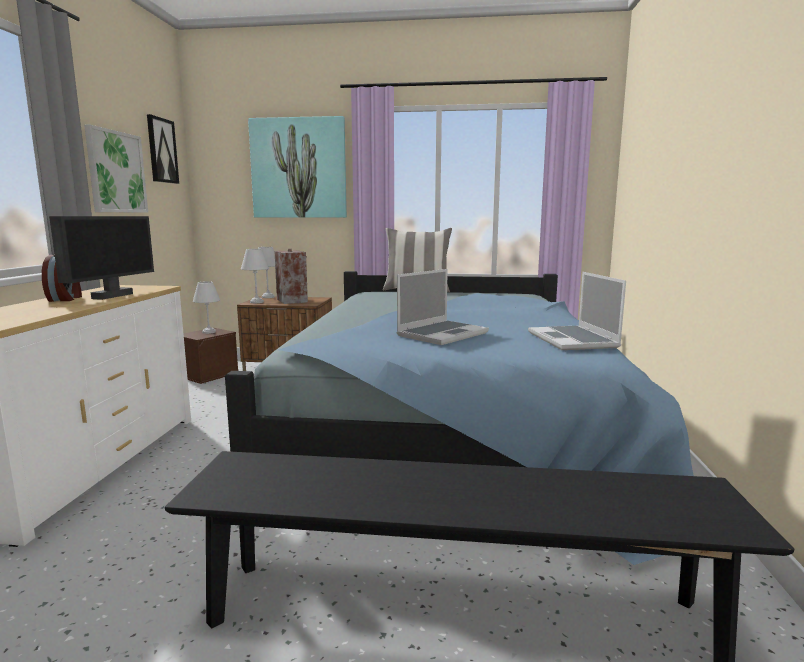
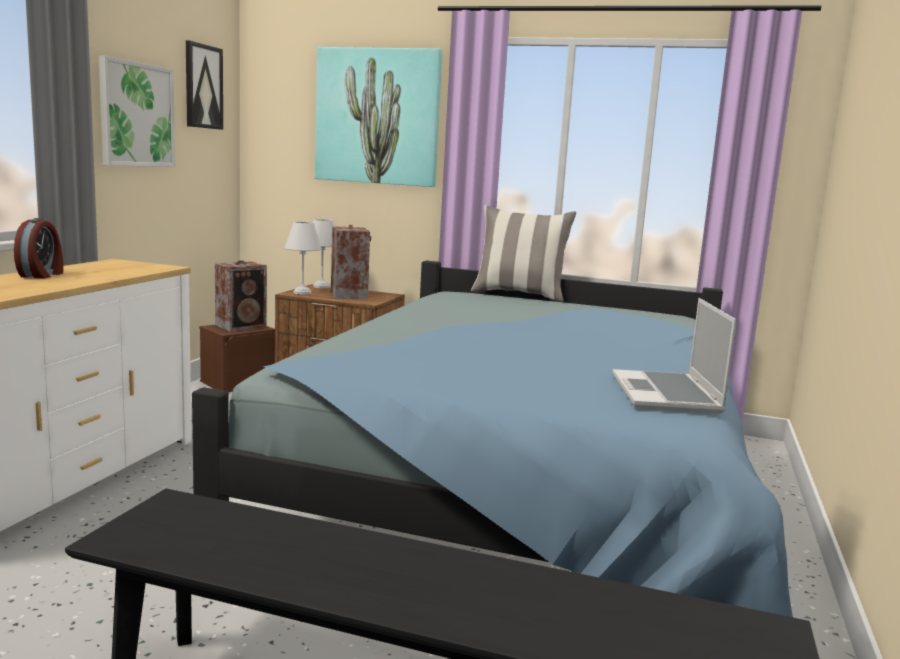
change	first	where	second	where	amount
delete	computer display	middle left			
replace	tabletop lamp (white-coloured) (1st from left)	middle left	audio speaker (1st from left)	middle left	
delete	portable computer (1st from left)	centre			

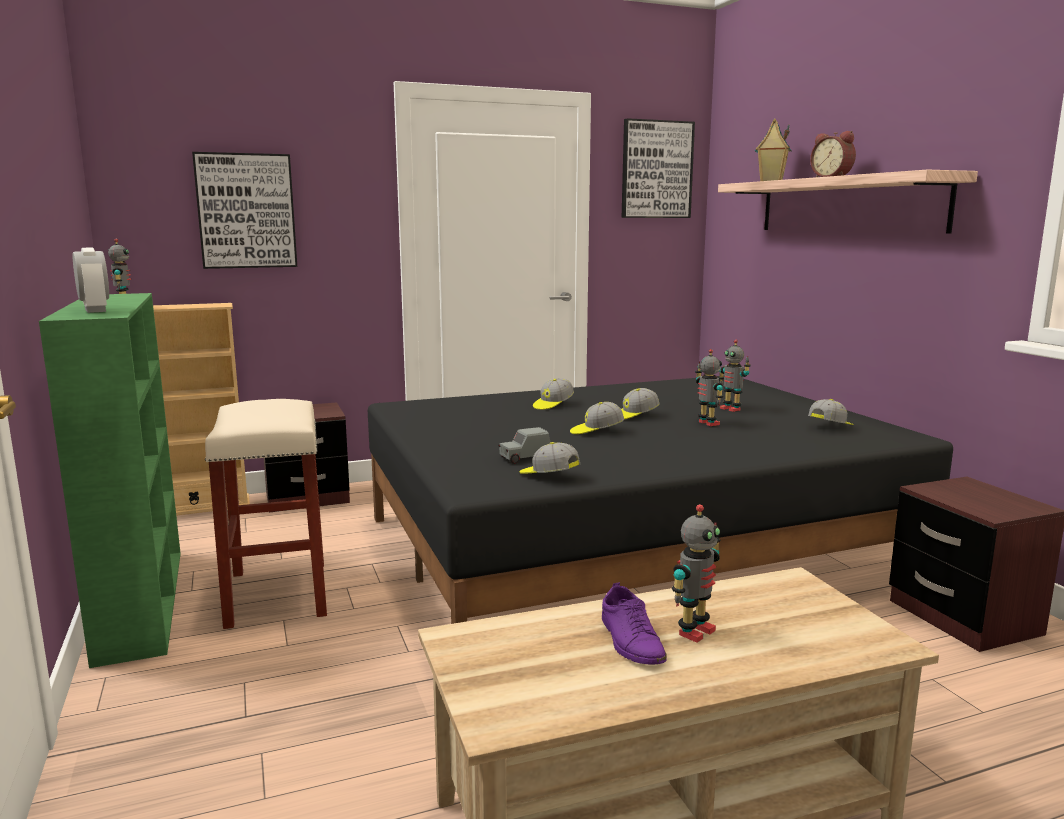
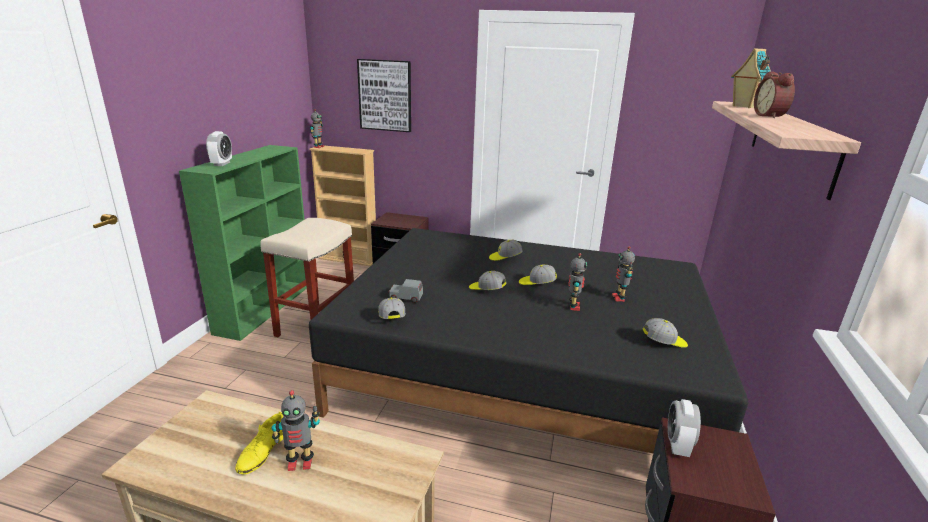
change	first	where	second	where	amount
recolor	low shoe (purple)	bottom centre	low shoe (yellow-coloured)	bottom left	
delete	wall art (2nd from left)	top centre			
insert			bedside clock (2nd from left)	bottom right	

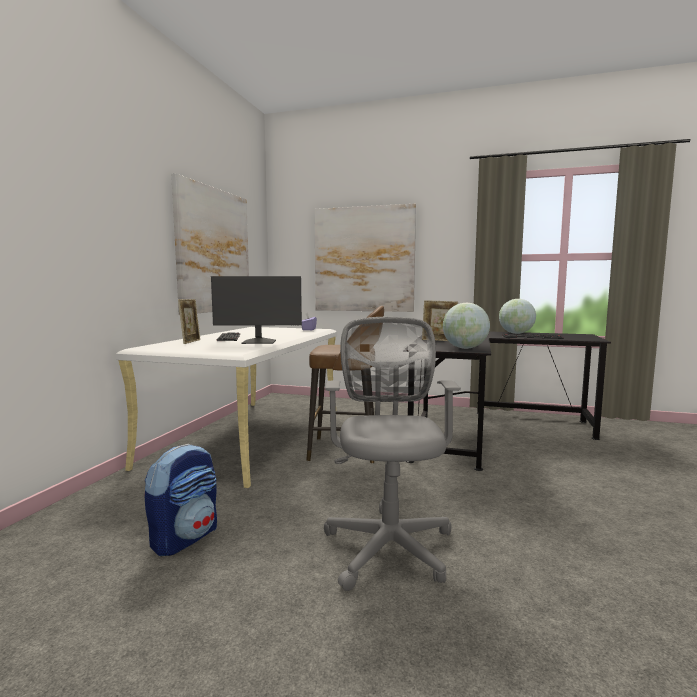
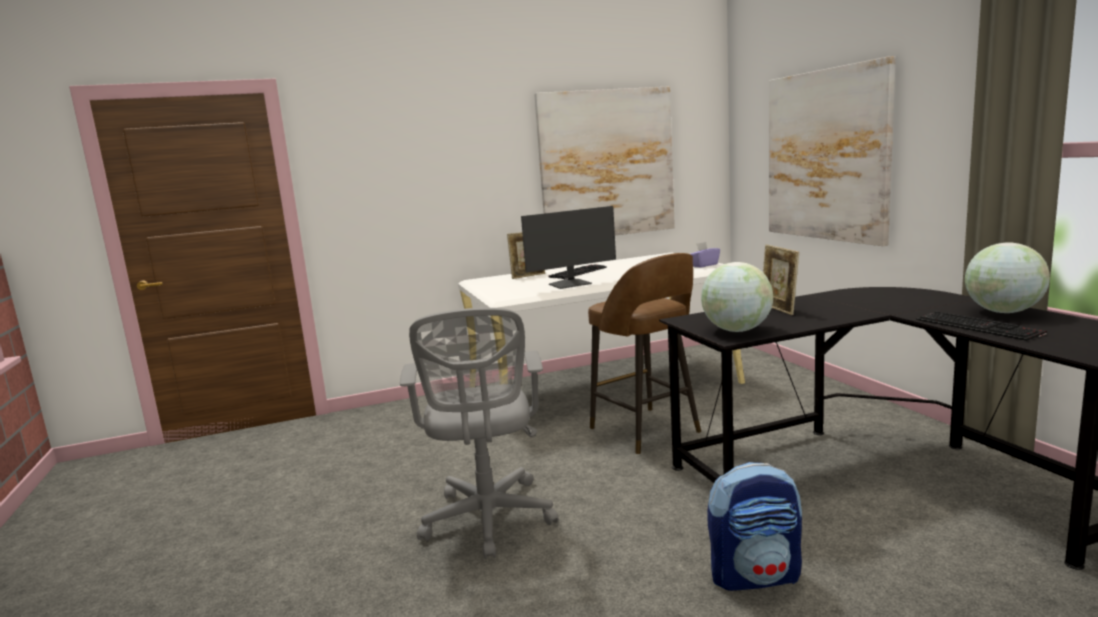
change	first	where	second	where	amount
move	backpack	bottom left		bottom right	
rotate	computer display	centre		centre	75 degrees counterclockwise
rotate	computer chair (grey)	centre		bottom centre	120 degrees clockwise

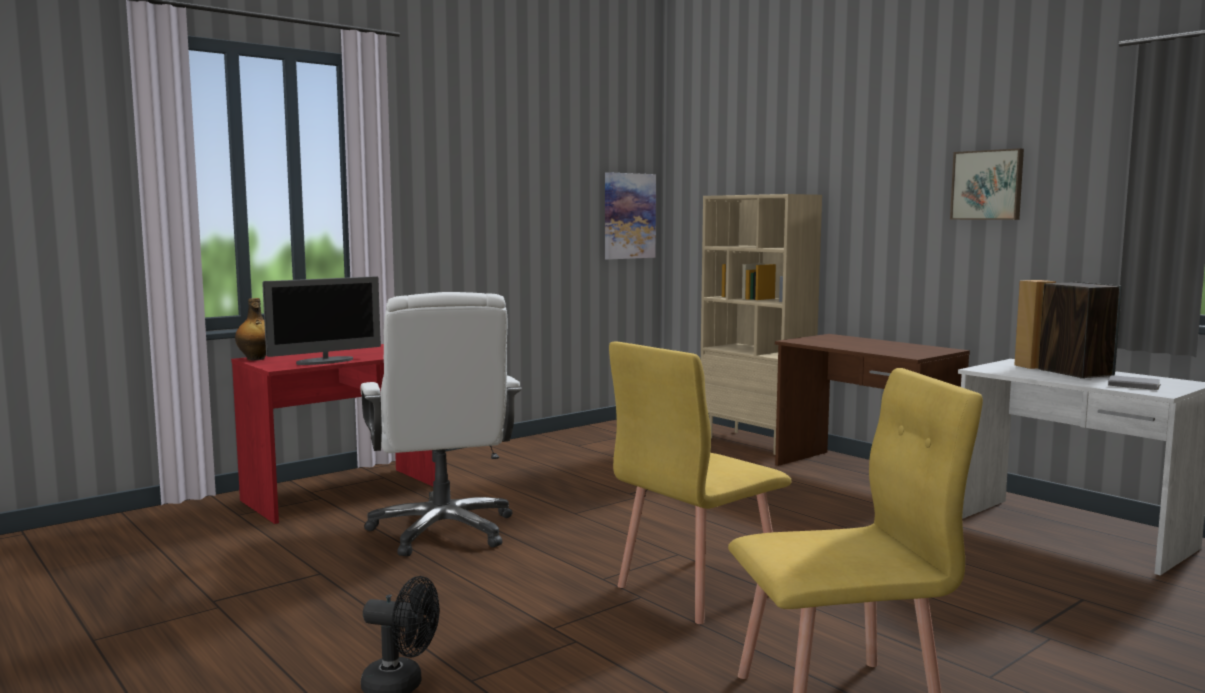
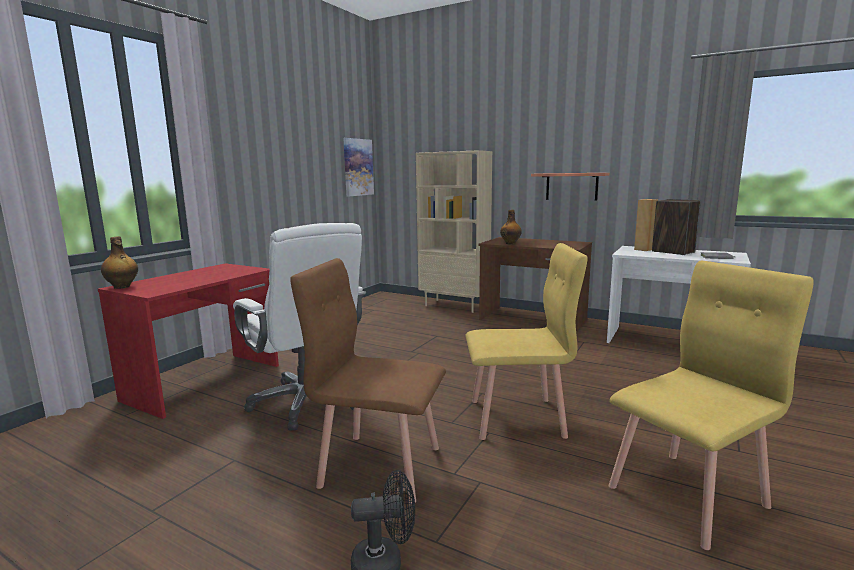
change	first	where	second	where	amount
delete	computer display	middle left			
rotate	chair (yellow-coloured) (1st from left)	bottom centre		centre	120 degrees counterclockwise
delete	wall art (2nd from left)	top right			
insert			chair (brownish)	bottom centre	
insert			beverage bottle (2nd from left)	centre	
insert			wall shelf	top right	

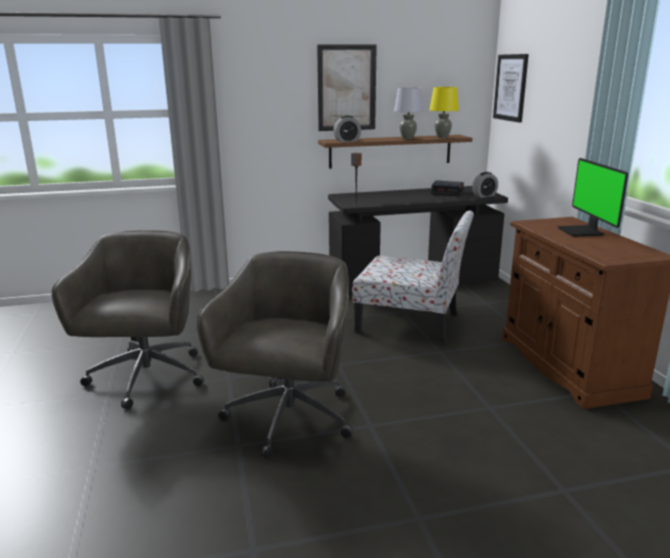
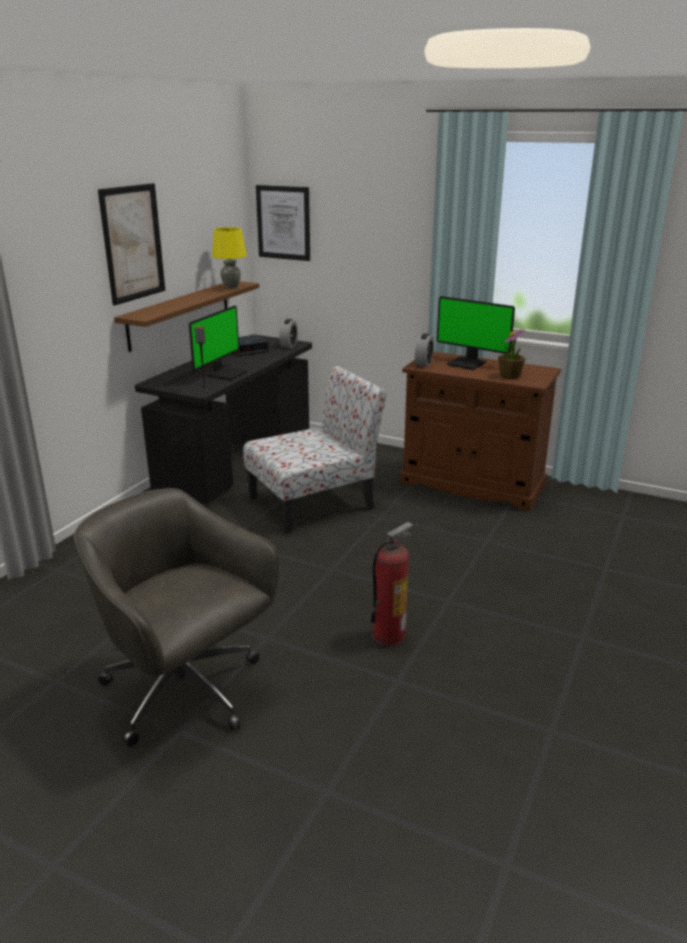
change	first	where	second	where	amount
replace	computer chair (grey) (2nd from left)	centre	fire-fighting cylinder	centre	
move	bedside clock (1st from left in the first image)	top centre	bedside clock (3rd from left)	centre	
delete	tabletop lamp (grey)	top centre			
insert			computer display (1st from left)	middle left	
insert			plant in a pot	middle right	

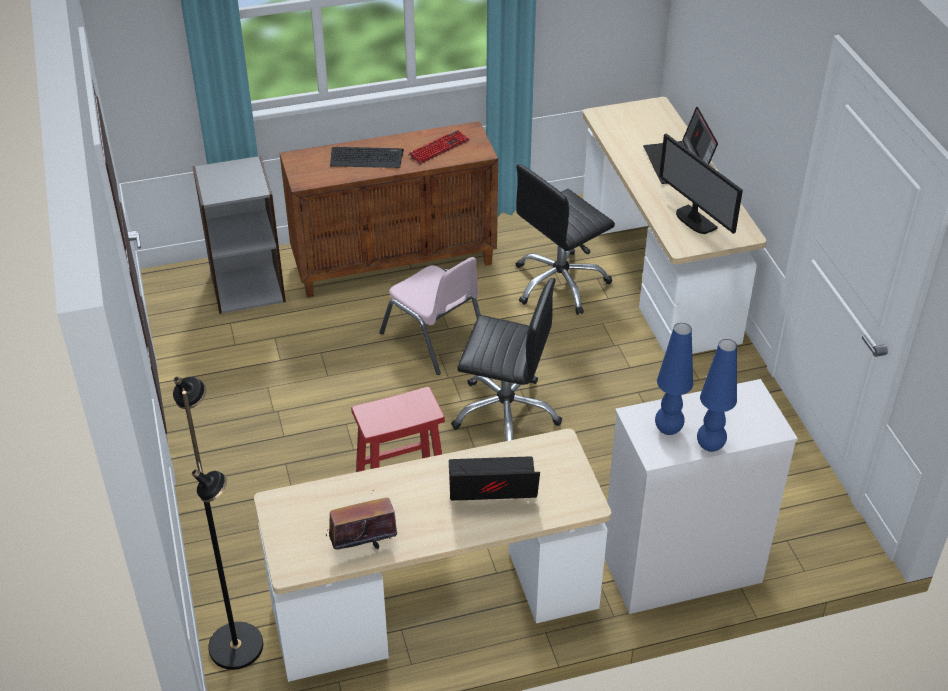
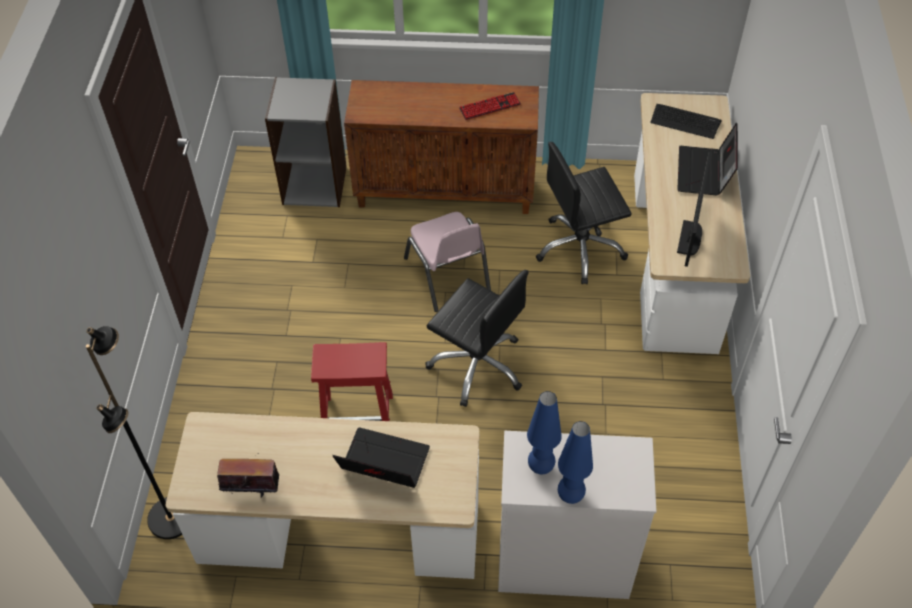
change	first	where	second	where	amount
move	PC keyboard (1st from left in the first image)	top centre	PC keyboard (2nd from left)	top right	
rotate	computer display	top right		middle right	150 degrees counterclockwise

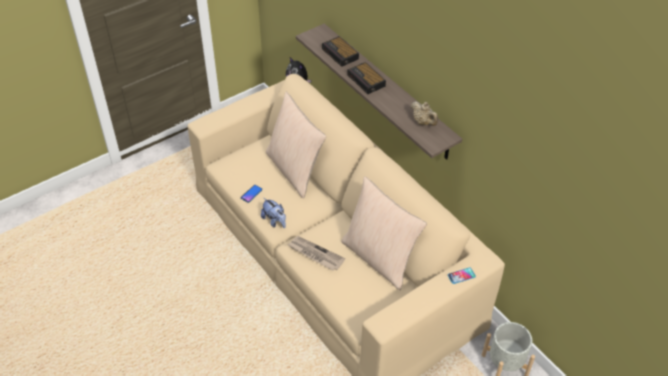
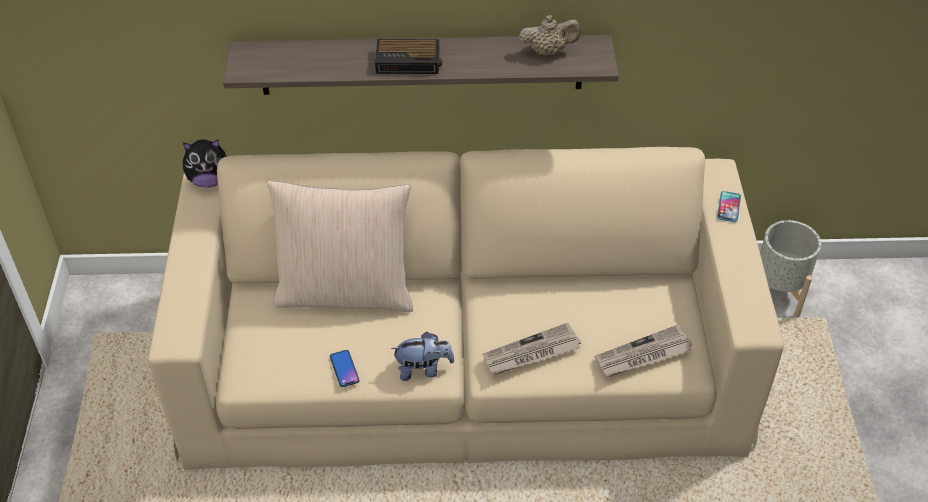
change	first	where	second	where	amount
delete	bedside clock (1st from left)	top centre			
delete	pillow (beige-coloured) (2nd from left)	centre			
insert			newspaper (2nd from left)	bottom right	

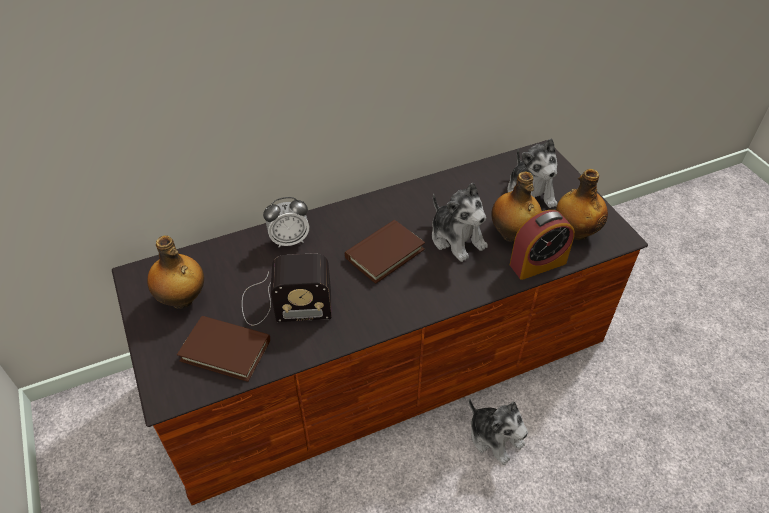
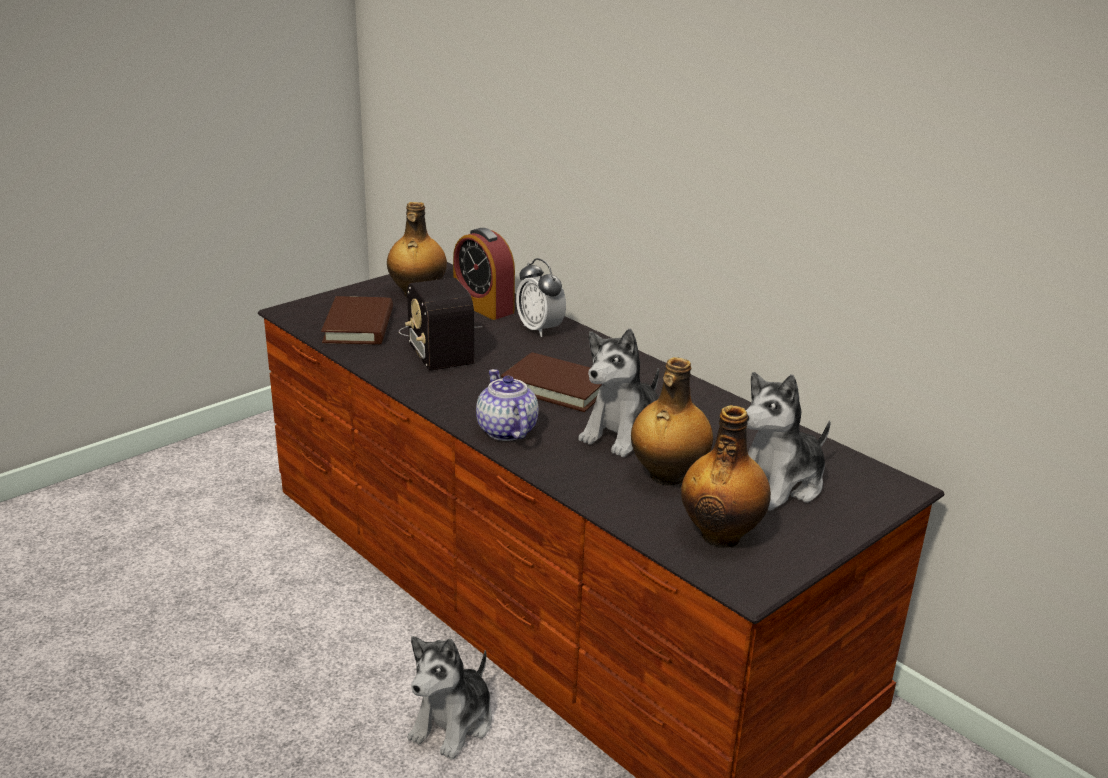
change	first	where	second	where	amount
move	bedside clock (2nd from left in the first image)	middle right	bedside clock (1st from left)	centre	
insert			tea pot	centre	

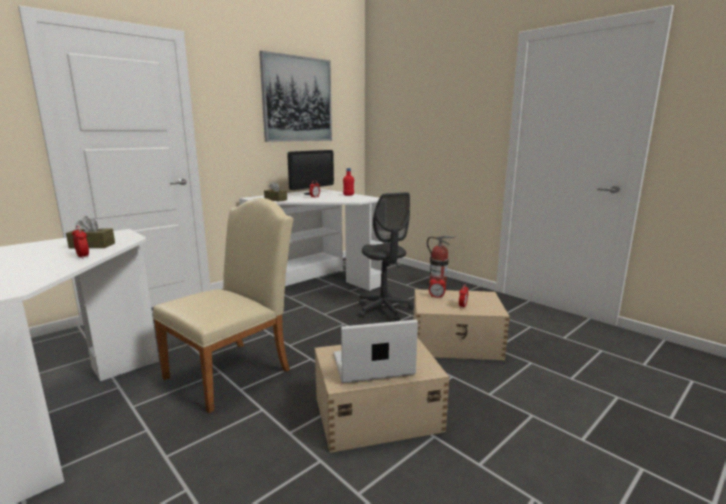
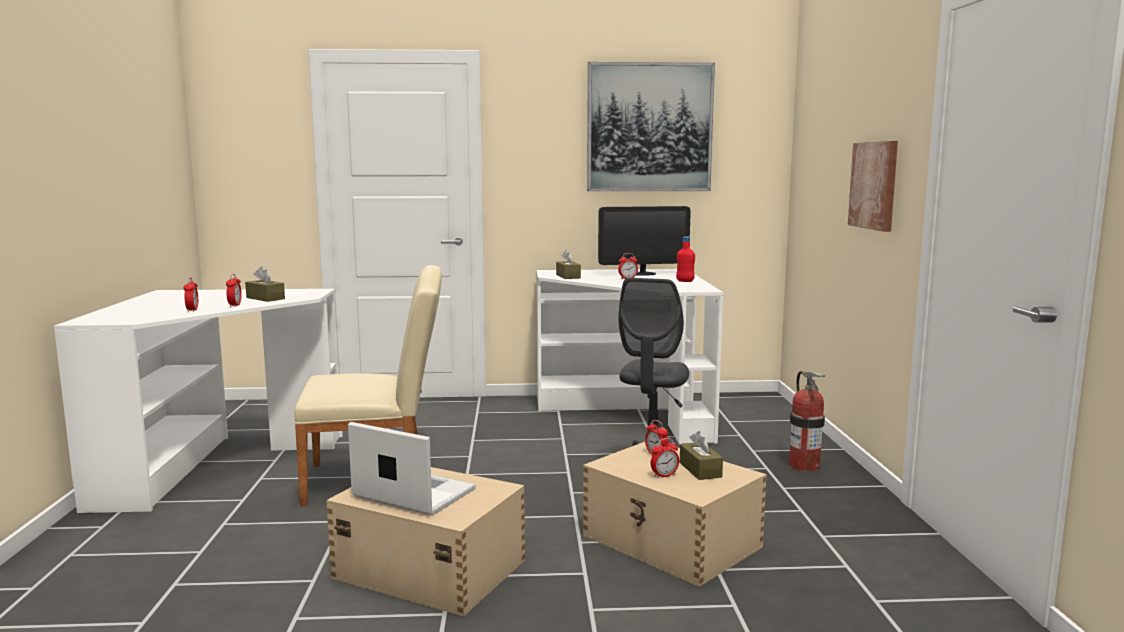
change	first	where	second	where	amount
insert			bedside clock (1st from left)	middle left	
insert			tissue holder (brownish) (3rd from left)	bottom centre	
insert			wall art (2nd from left)	top right	

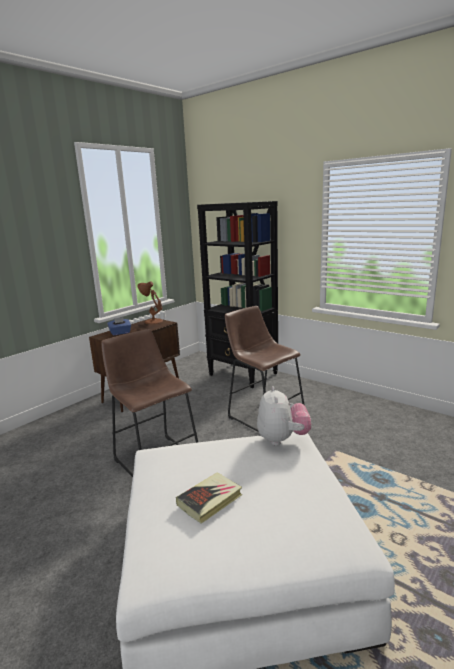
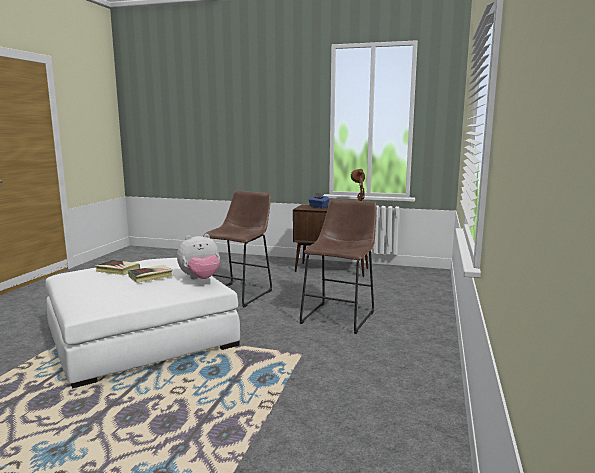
change	first	where	second	where	amount
delete	shelving unit (black)	centre			
insert			volume (2nd from left)	middle left	

